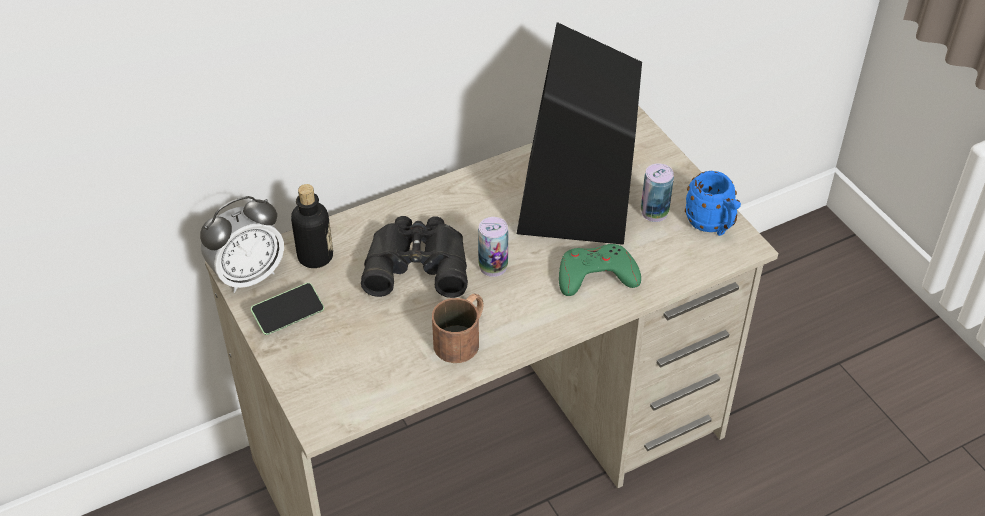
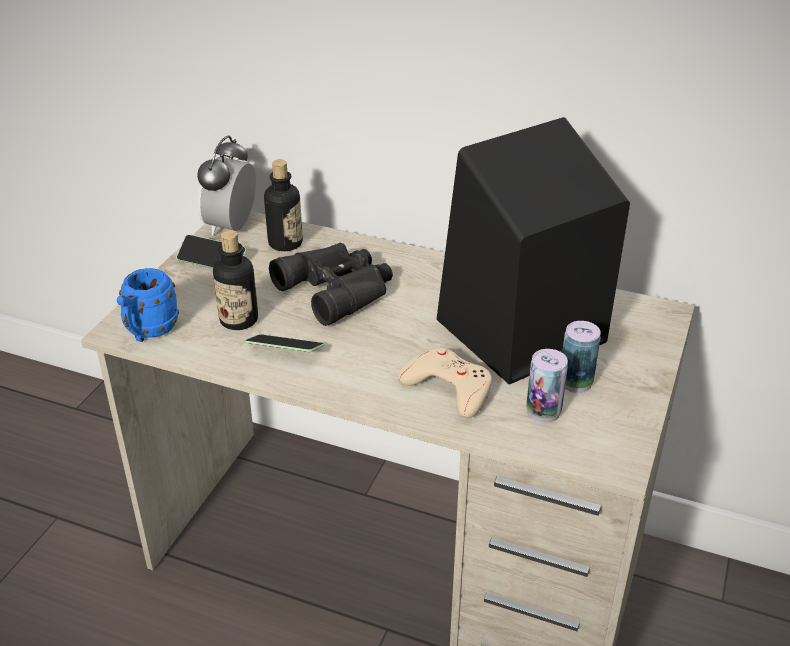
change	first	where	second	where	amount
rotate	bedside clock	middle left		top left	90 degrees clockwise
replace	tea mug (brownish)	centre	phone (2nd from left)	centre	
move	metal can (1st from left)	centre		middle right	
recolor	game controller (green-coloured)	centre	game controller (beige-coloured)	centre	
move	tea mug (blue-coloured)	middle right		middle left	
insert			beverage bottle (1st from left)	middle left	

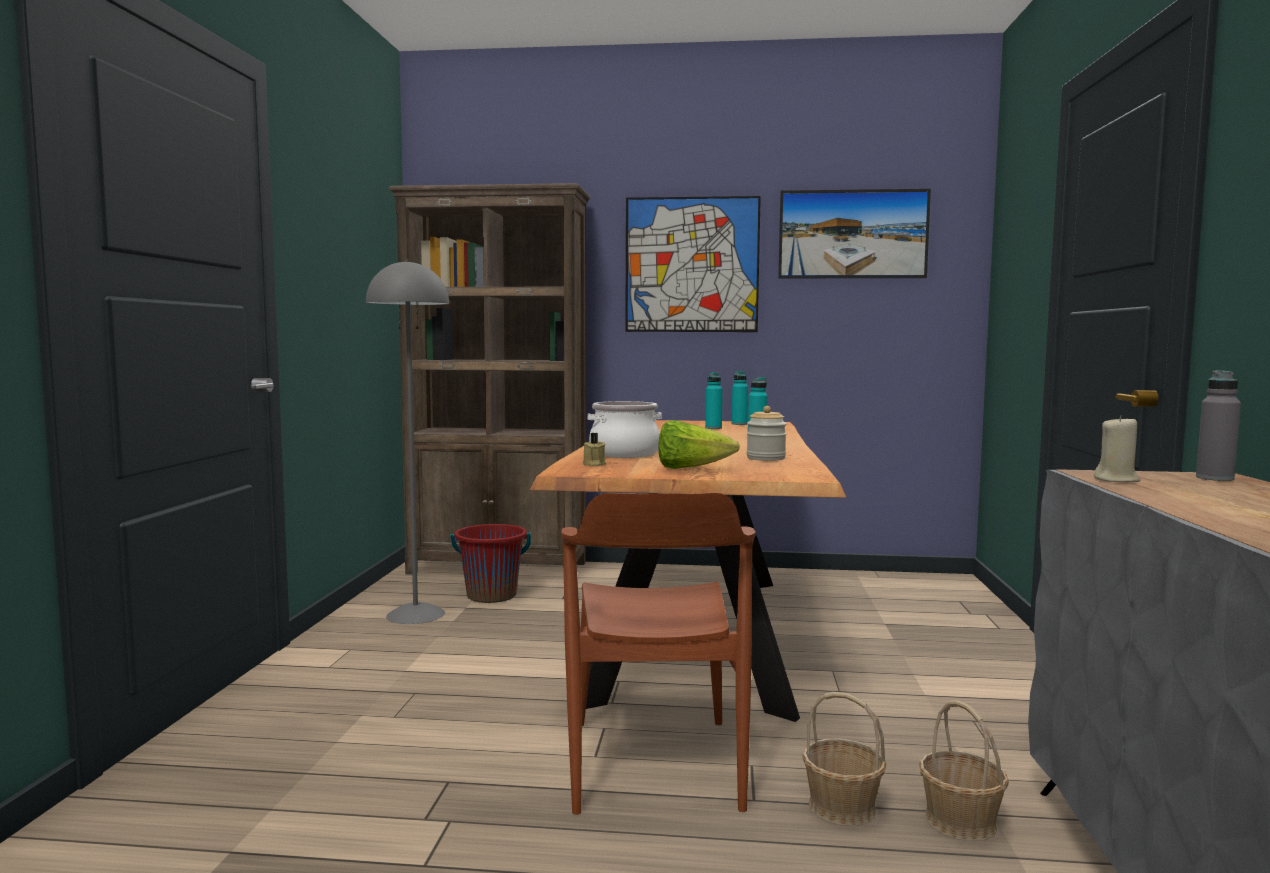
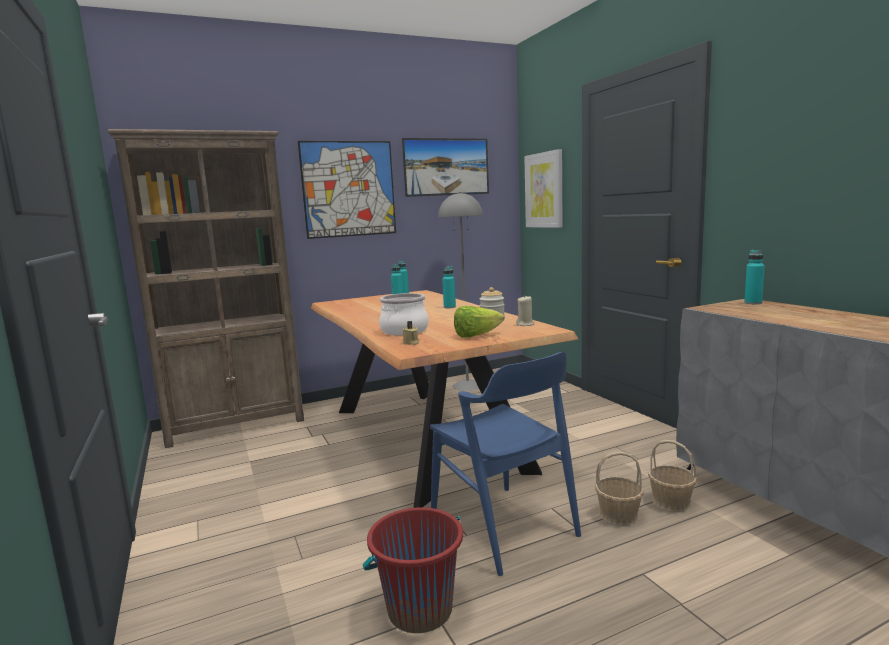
change	first	where	second	where	amount
move	standard lamp (grey)	middle left		centre	
move	bucket (red-coloured)	centre		bottom centre	
recolor	chair (brownish)	bottom centre	chair (blue-coloured)	bottom centre	
move	candle (beige-coloured) (2nd from left)	middle right		centre	
recolor	beverage bottle (grey)	middle right	beverage bottle (turquoise-coloured) (4th from left)	middle right	
insert			wall art (3rd from left)	top centre	

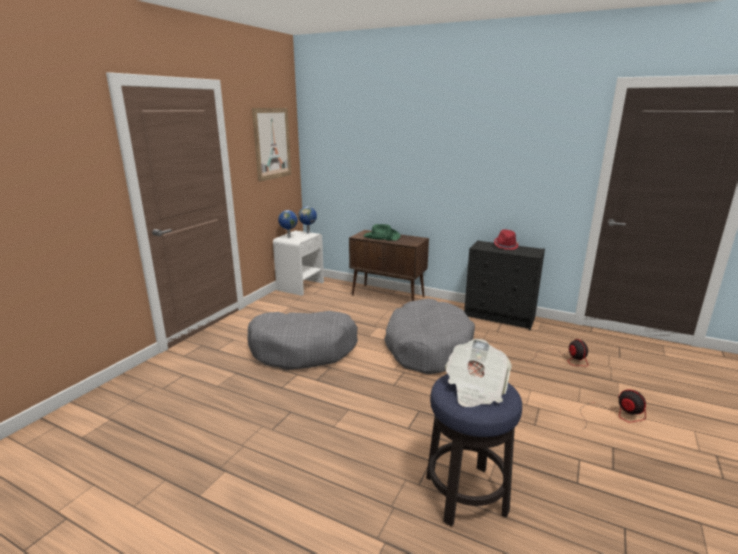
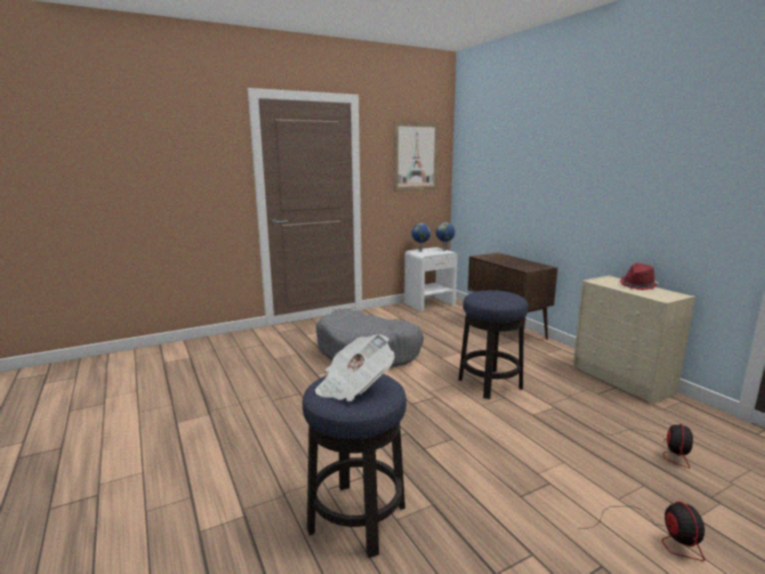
change	first	where	second	where	amount
delete	hat (green-coloured)	centre			
replace	pet bed (grey) (2nd from left)	centre	sitting stool (2nd from left)	centre	
recolor	drawer chest (black)	middle right	drawer chest (beige-coloured)	middle right	

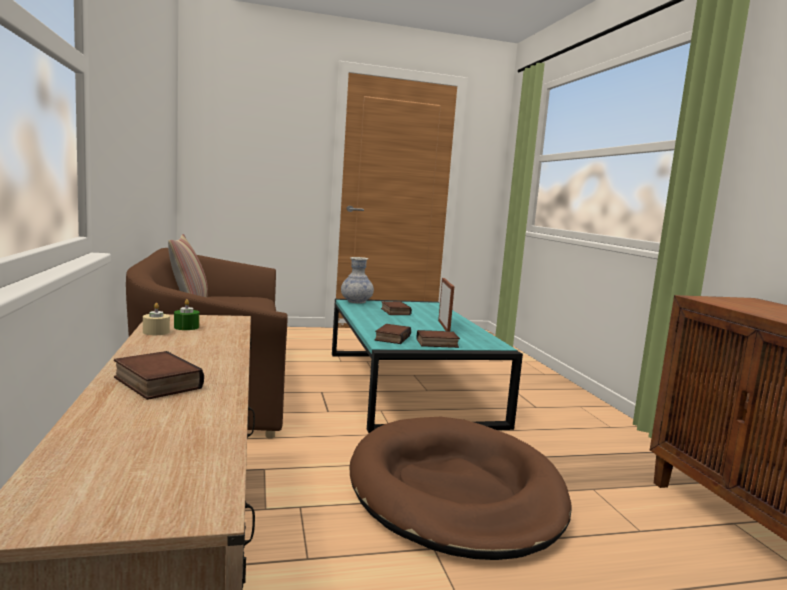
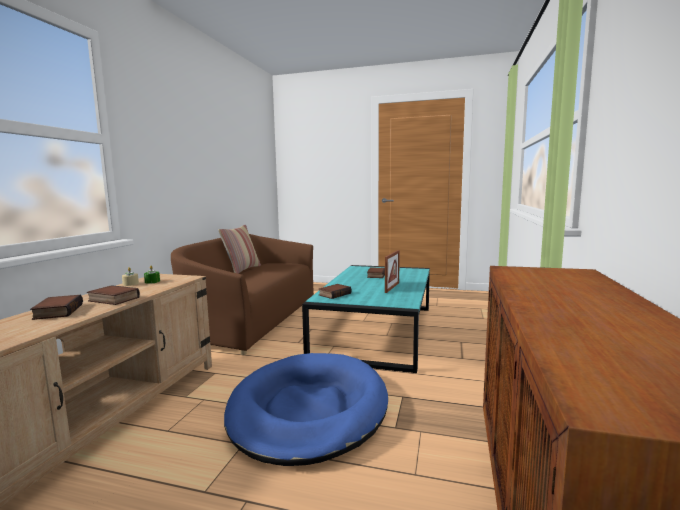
change	first	where	second	where	amount
delete	decorative vase	centre			
recolor	pet bed (brownish)	bottom centre	pet bed (blue-coloured)	bottom centre	
move	volume (4th from left in the first image)	centre	volume (2nd from left)	middle left	

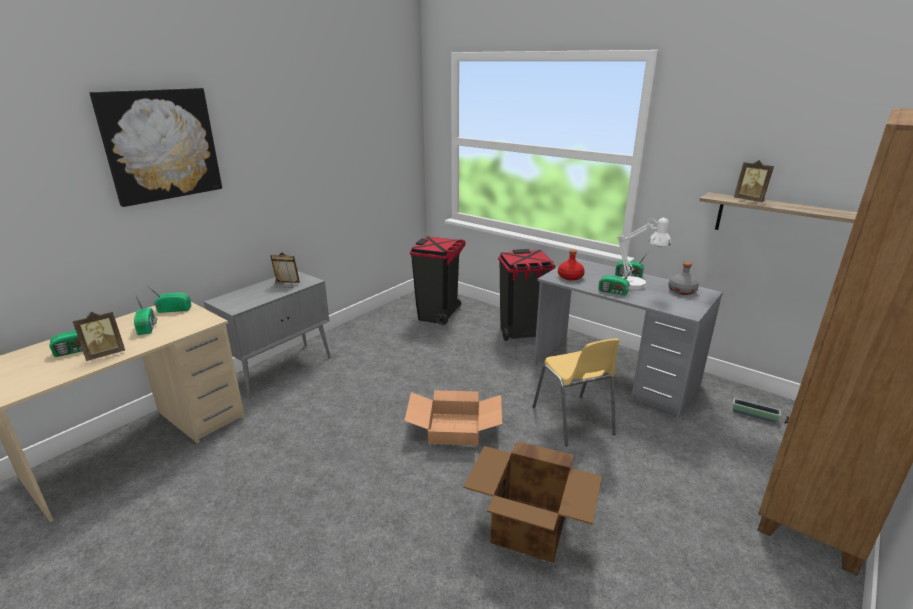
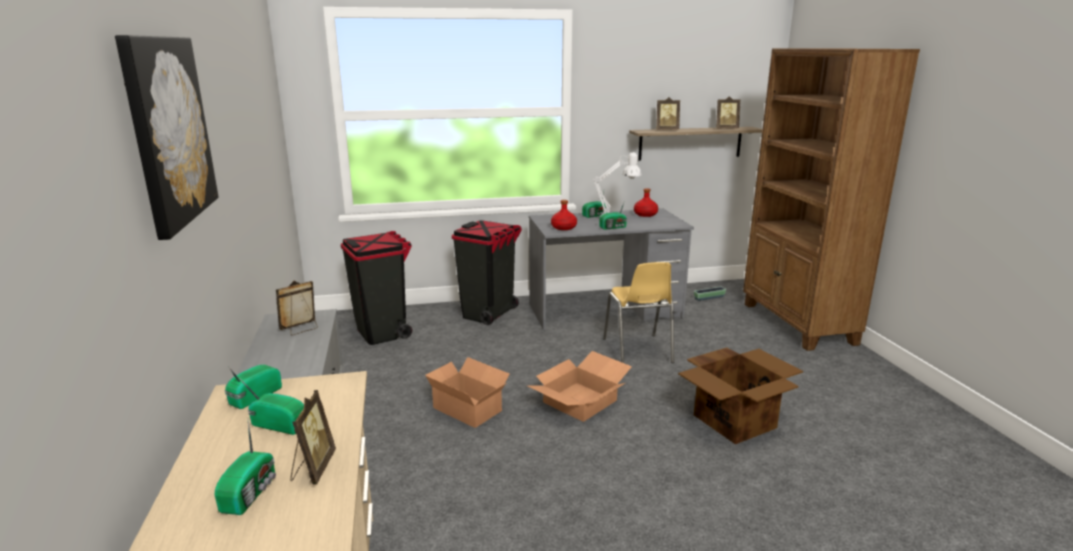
change	first	where	second	where	amount
rotate	chair (yellow-coloured)	centre		centre	60 degrees clockwise
recolor	beverage bottle (grey)	middle right	beverage bottle (red-coloured) (2nd from left)	centre	
insert			packing box (1st from left)	bottom centre	
insert			picture frame (4th from left)	top right	

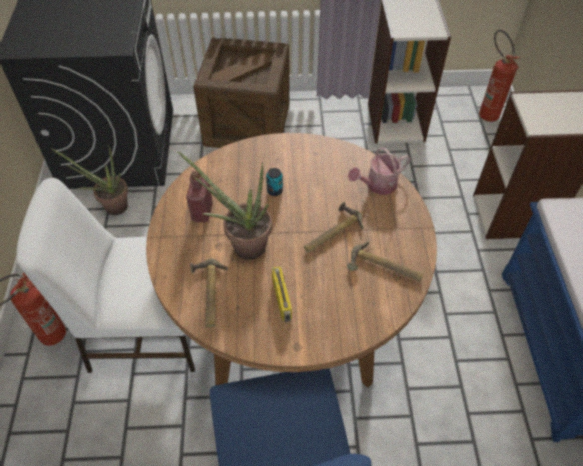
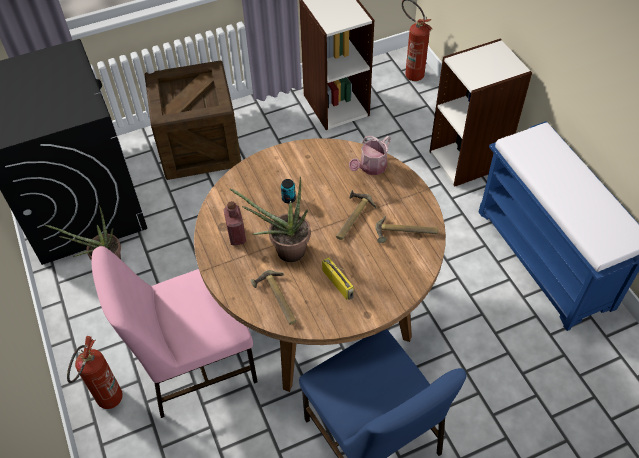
change	first	where	second	where	amount
recolor	chair (white-coloured)	middle left	chair (pink-coloured)	bottom left	

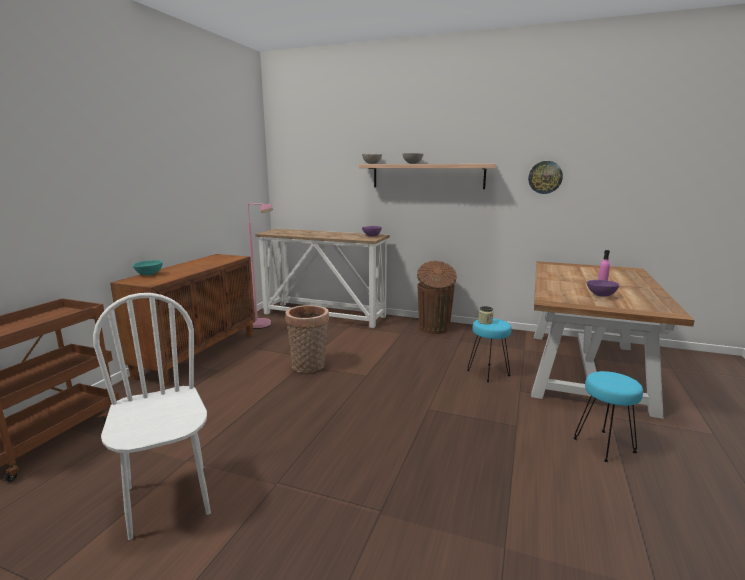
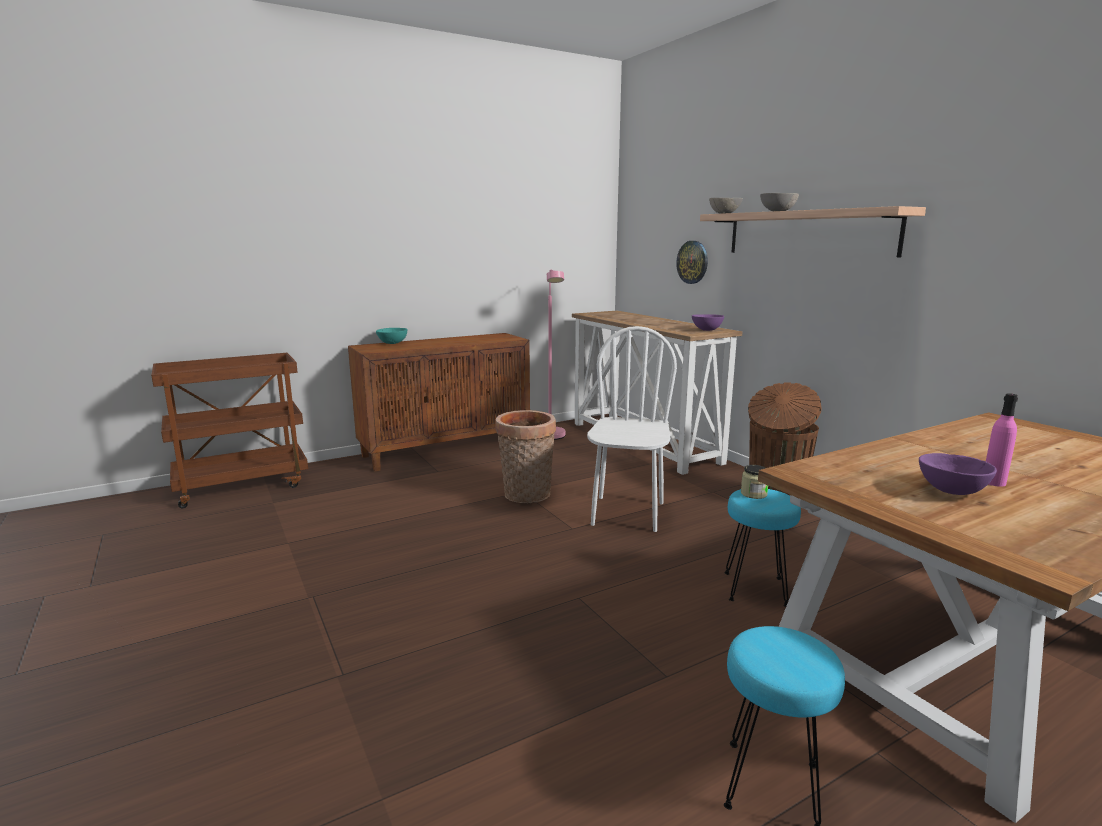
change	first	where	second	where	amount
move	chair (white-coloured)	bottom left		centre	
move	hanging clock	top right		top centre	

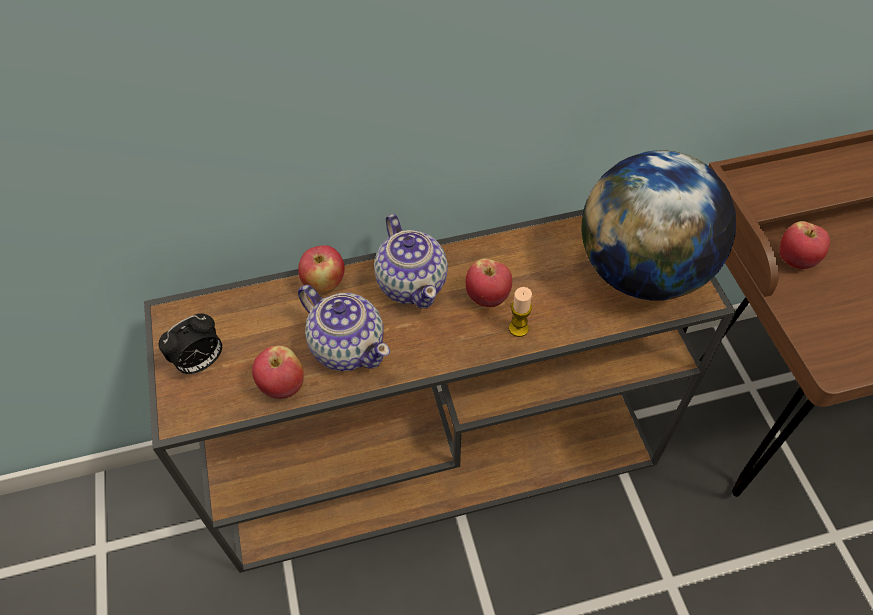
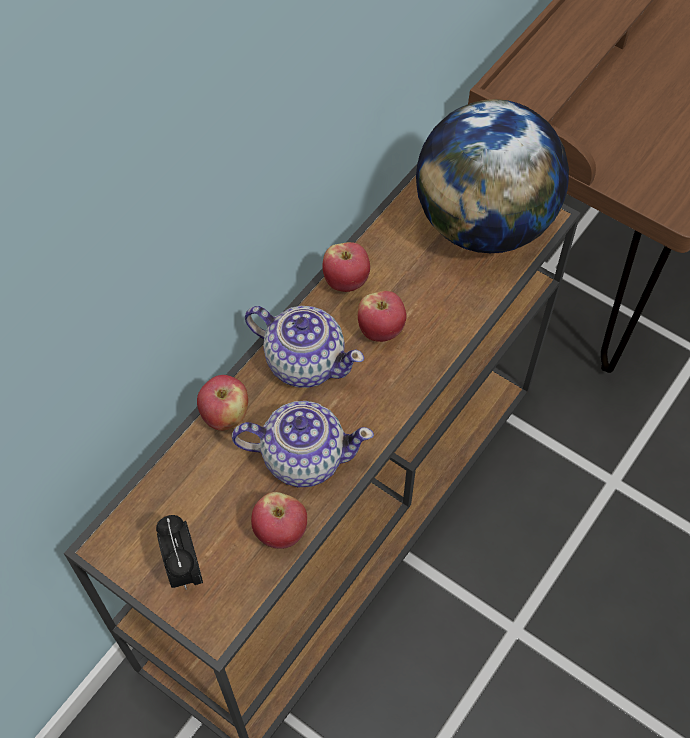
change	first	where	second	where	amount
rotate	bedside clock	middle left		bottom left	150 degrees clockwise
delete	candle	centre			
move	whole apple (4th from left in the first image)	middle right	whole apple (3rd from left)	centre	

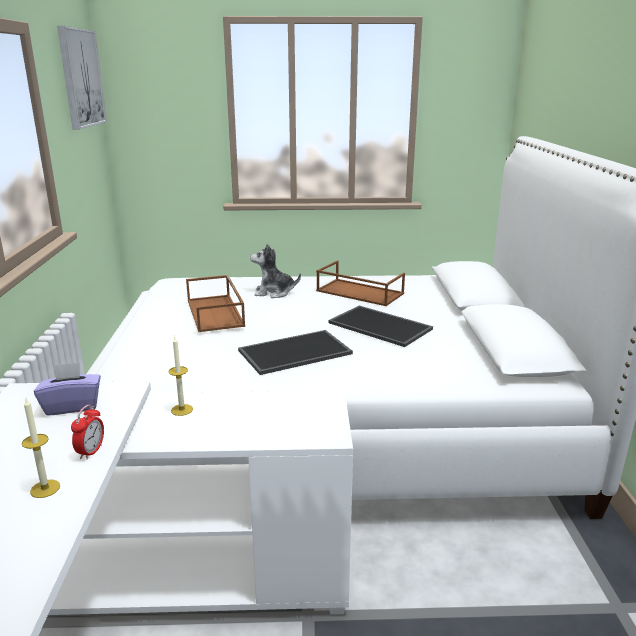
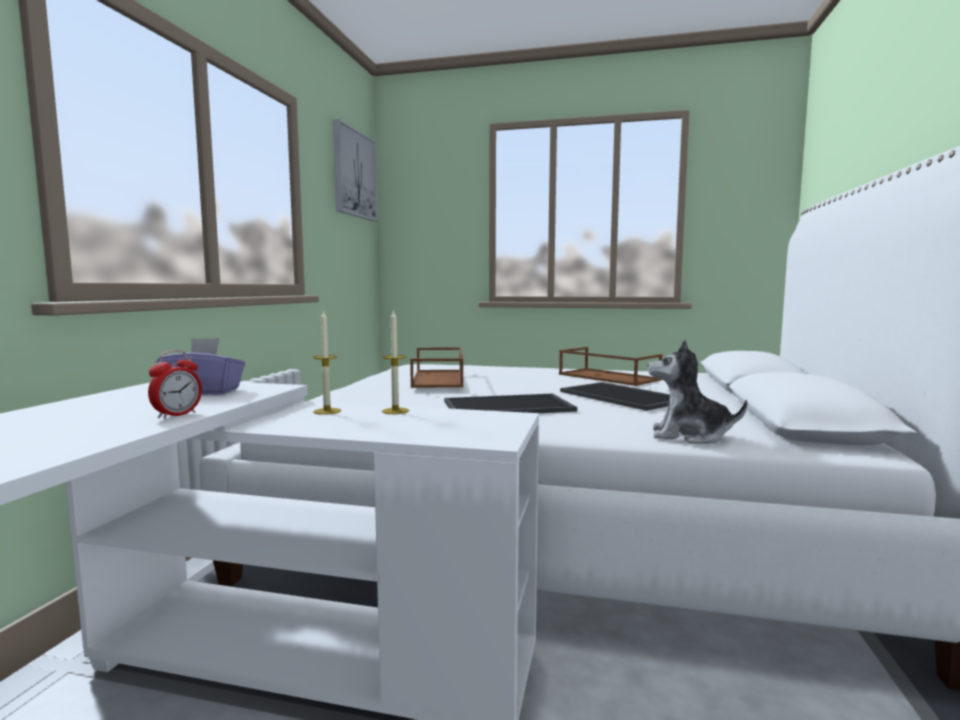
change	first	where	second	where	amount
move	candle (1st from left in the first image)	bottom left	candle (2nd from left)	centre	
move	cuddly toy	centre		middle right	

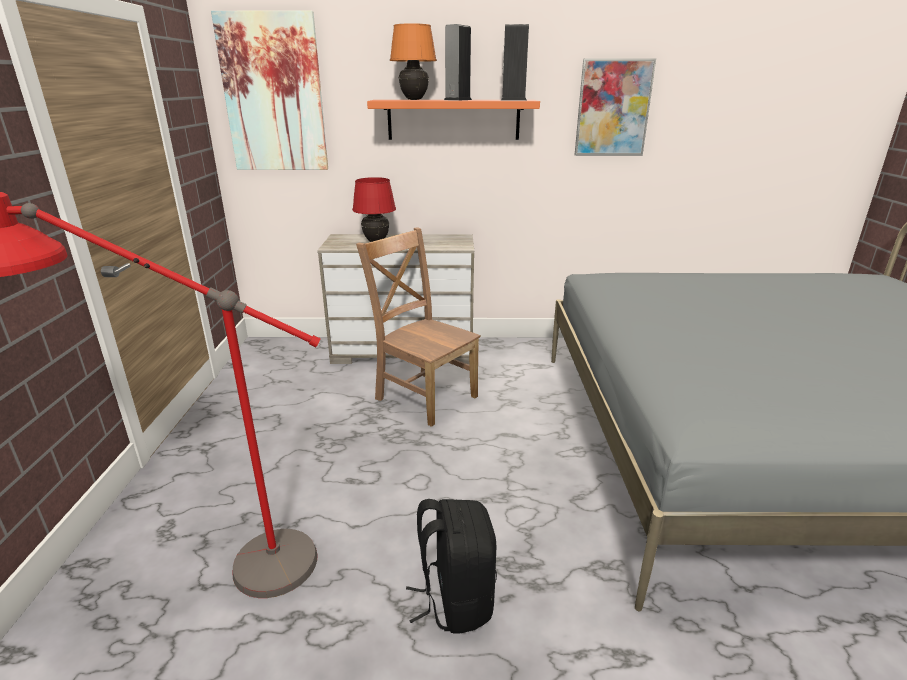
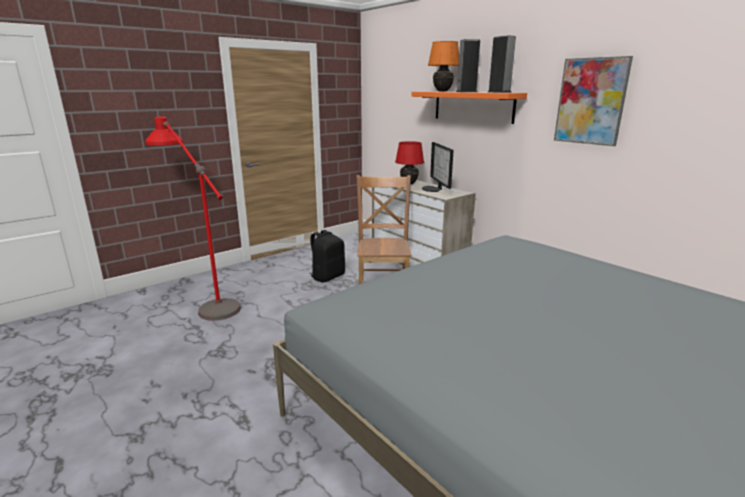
change	first	where	second	where	amount
delete	wall art (1st from left)	top left			
move	backpack (black)	bottom centre		centre	
insert			computer display	centre	

